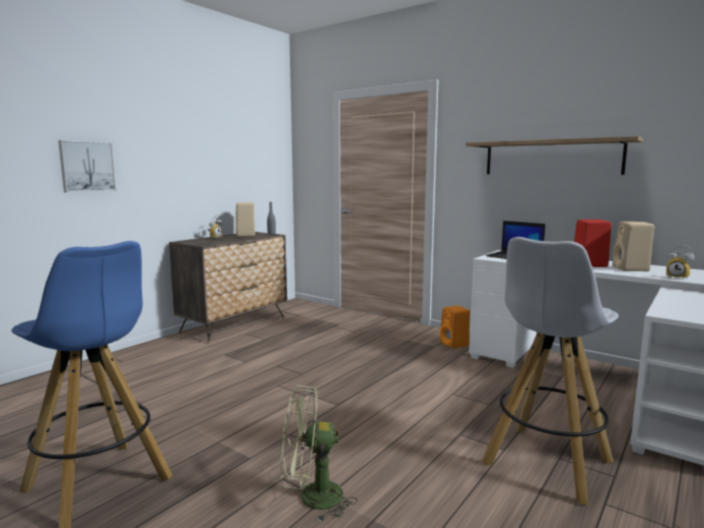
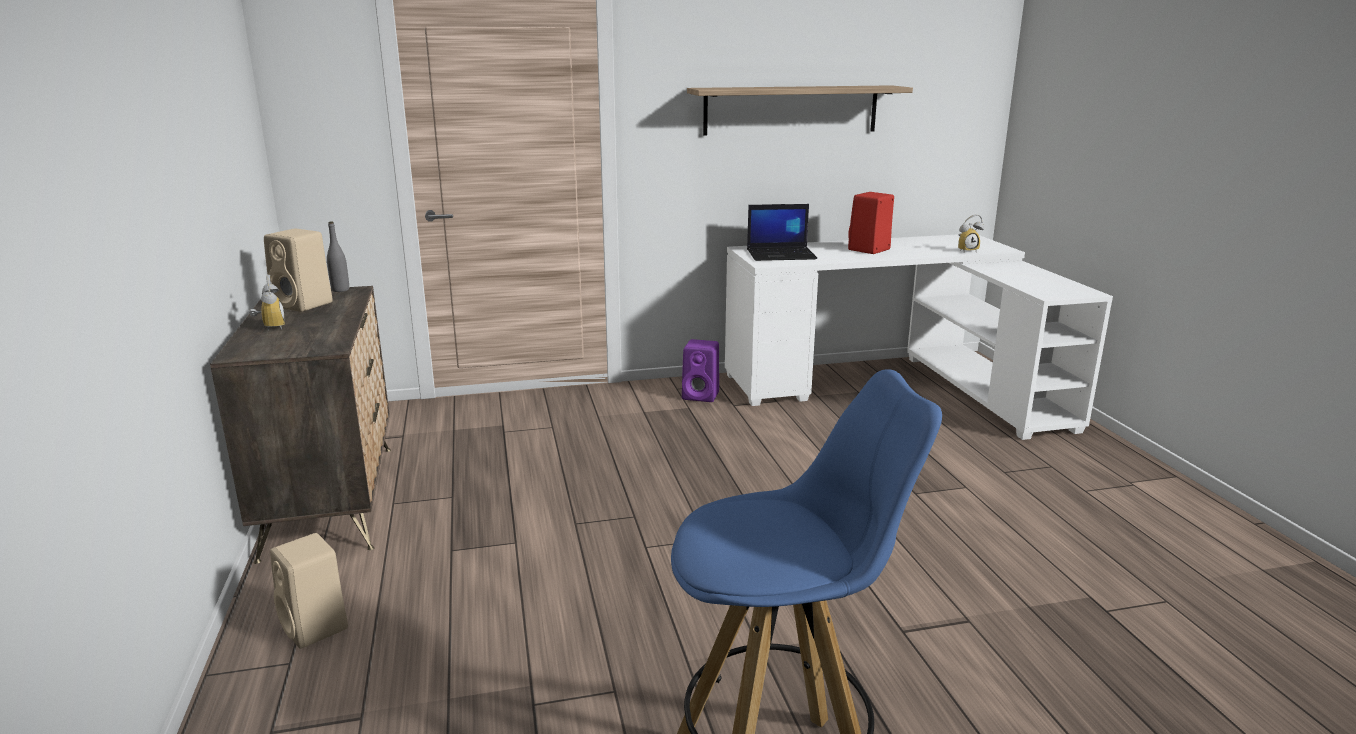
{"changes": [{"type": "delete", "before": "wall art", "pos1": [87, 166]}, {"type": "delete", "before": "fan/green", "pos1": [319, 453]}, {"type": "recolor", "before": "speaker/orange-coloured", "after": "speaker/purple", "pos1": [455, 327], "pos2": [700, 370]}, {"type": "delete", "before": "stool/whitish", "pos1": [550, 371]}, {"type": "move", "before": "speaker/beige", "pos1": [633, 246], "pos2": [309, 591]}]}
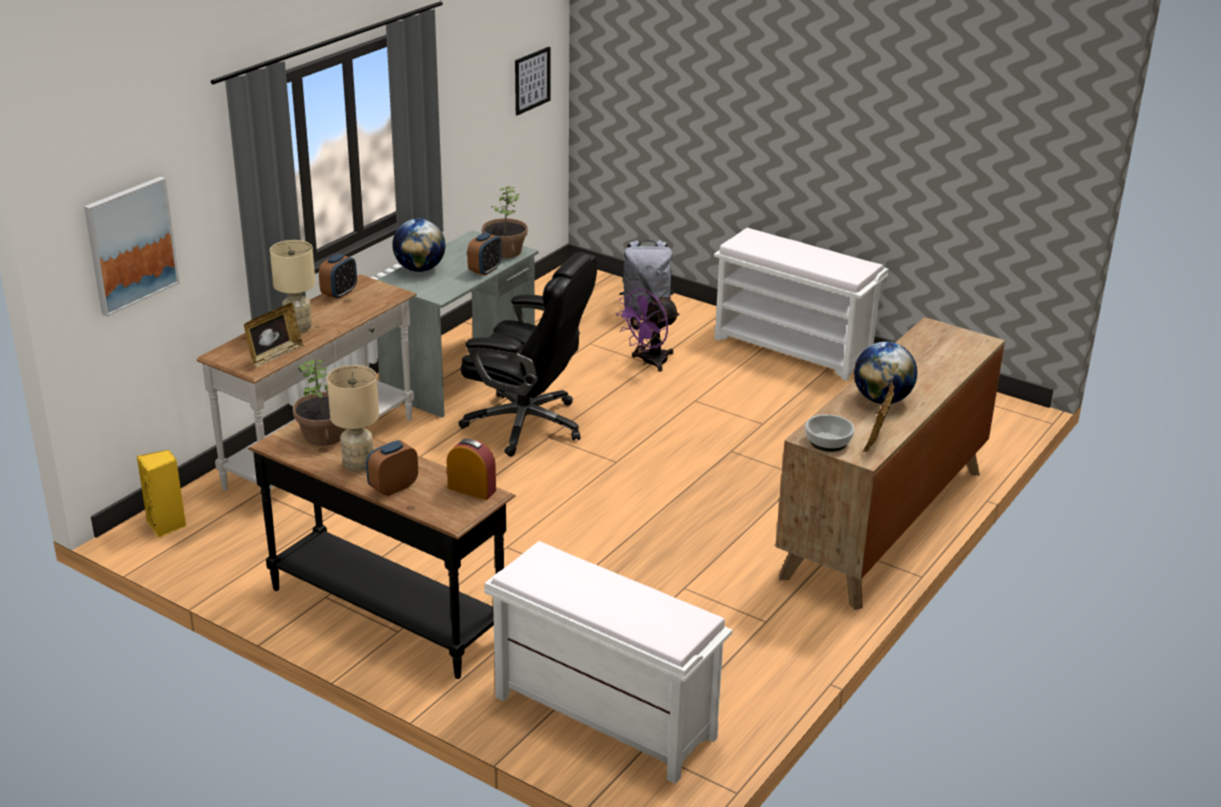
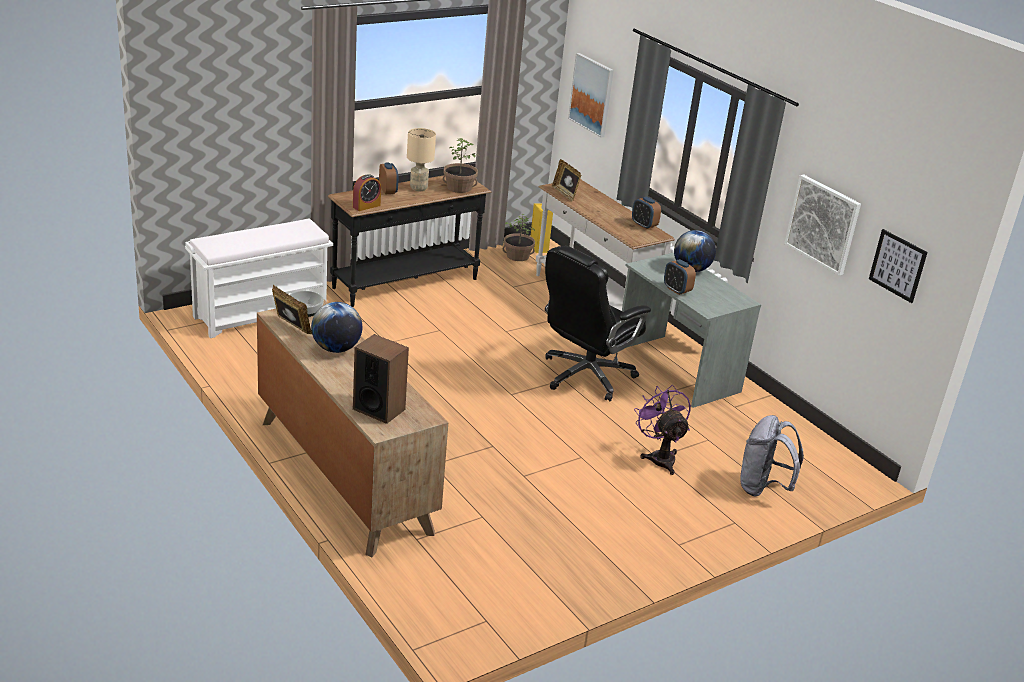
{"changes": [{"type": "delete", "before": "table lamp/beige", "pos1": [292, 286]}, {"type": "move", "before": "potted plant", "pos1": [505, 222], "pos2": [519, 237]}, {"type": "delete", "before": "indoor bench/whitish", "pos1": [801, 304]}, {"type": "insert", "after": "speaker", "pos2": [381, 379]}, {"type": "insert", "after": "wall art", "pos2": [822, 225]}]}
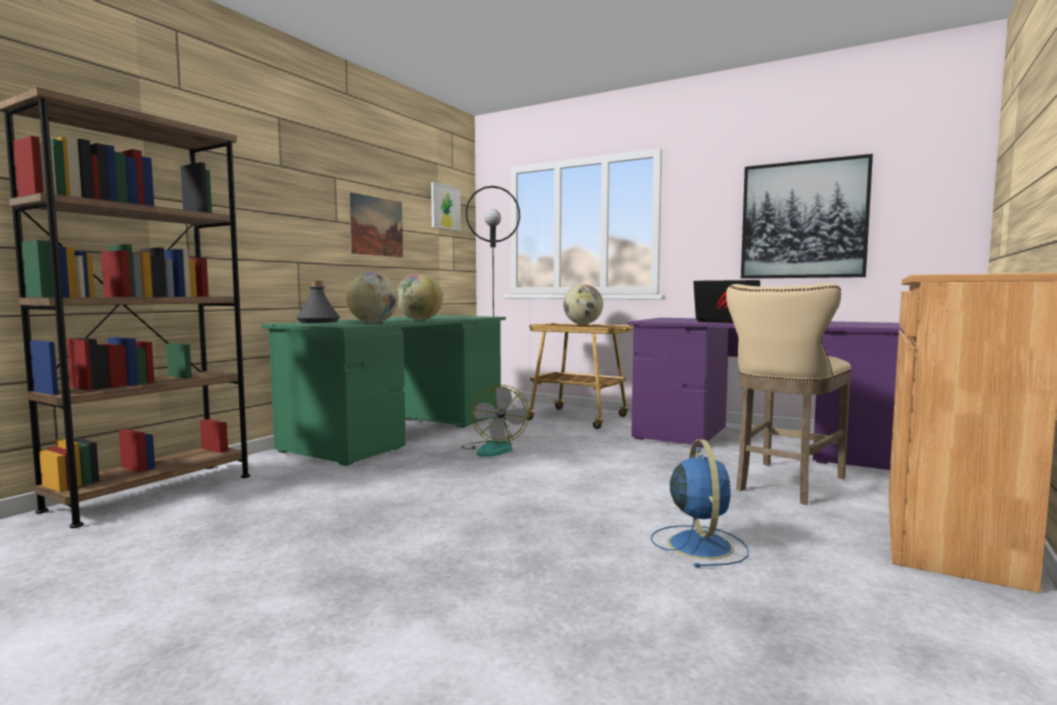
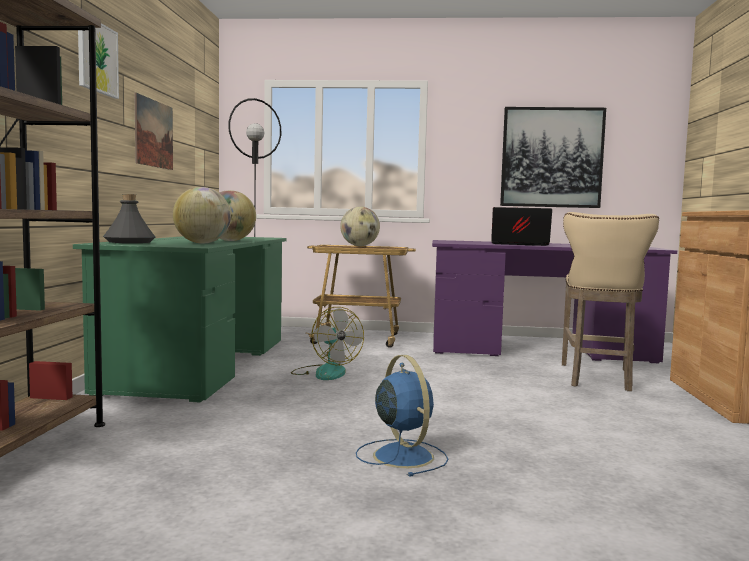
{"changes": [{"type": "move", "before": "wall art", "pos1": [445, 206], "pos2": [98, 61]}, {"type": "move", "before": "fan/blue-coloured", "pos1": [700, 503], "pos2": [402, 415]}]}
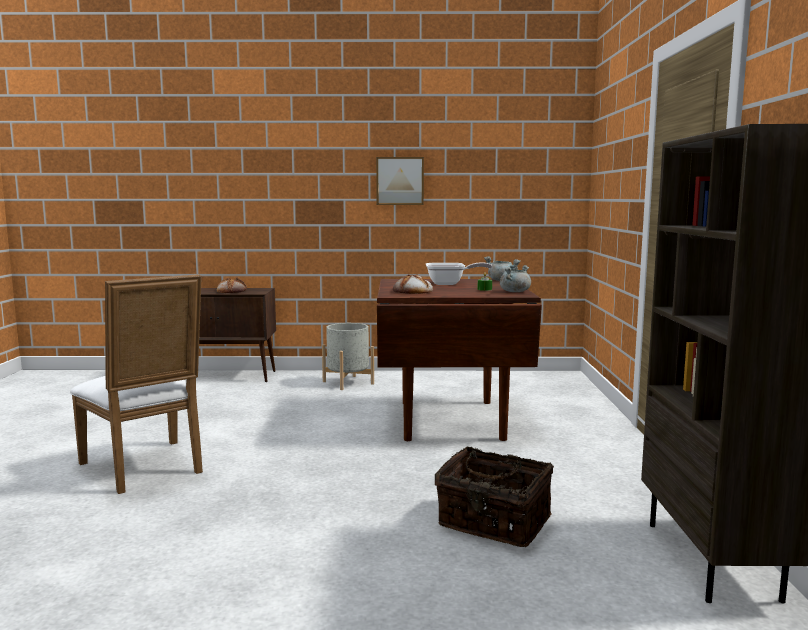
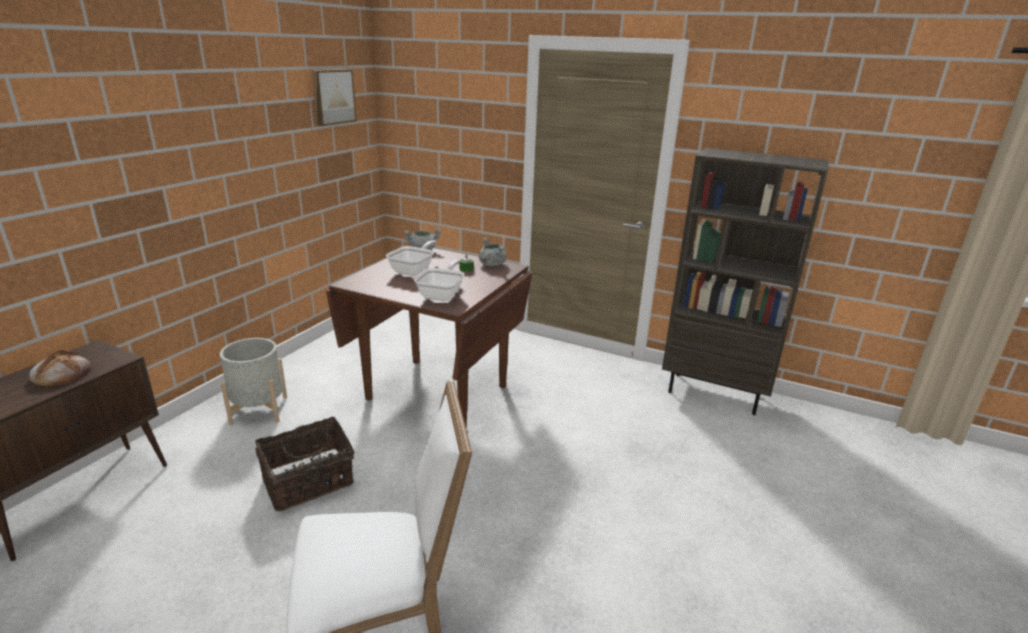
{"changes": [{"type": "move", "before": "wall art", "pos1": [400, 181], "pos2": [334, 97]}, {"type": "replace", "before": "baked bread", "after": "skillet", "pos1": [413, 284], "pos2": [439, 280]}, {"type": "move", "before": "household basket", "pos1": [494, 496], "pos2": [304, 464]}]}
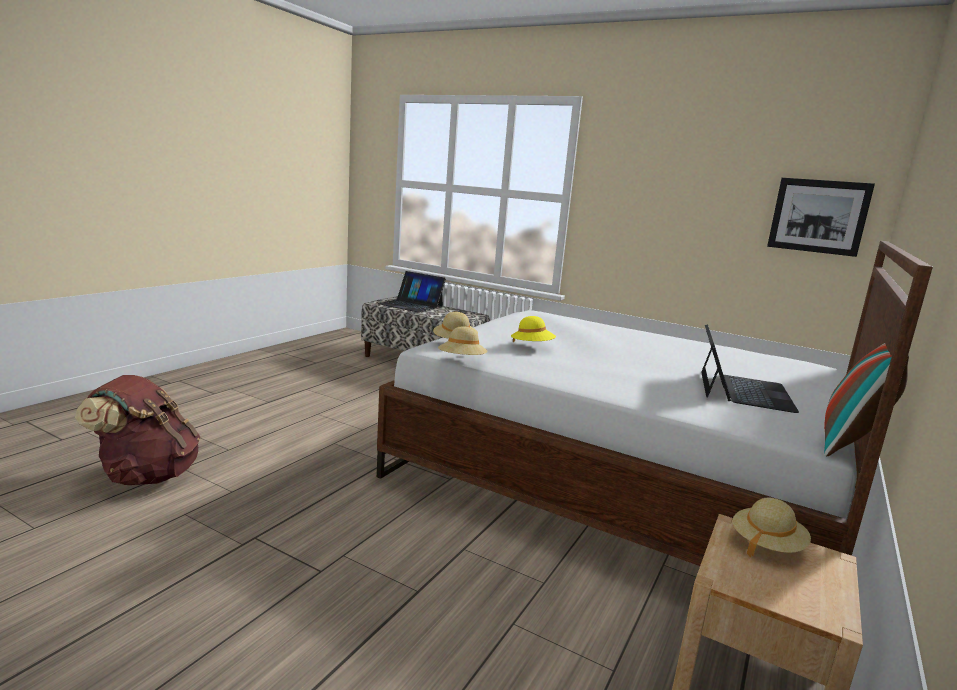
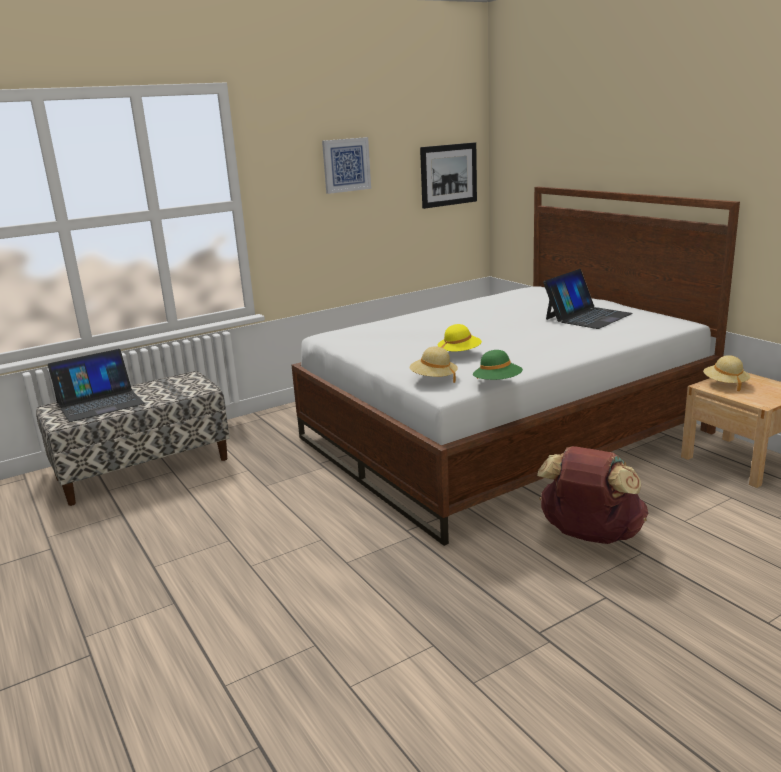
{"changes": [{"type": "move", "before": "backpack/brown", "pos1": [137, 430], "pos2": [593, 495]}, {"type": "recolor", "before": "hat/beige", "after": "hat/green", "pos1": [463, 340], "pos2": [498, 365]}, {"type": "rotate", "before": "portable computer", "pos1": [750, 368], "pos2": [588, 299], "turn": 90}, {"type": "delete", "before": "pillow", "pos1": [866, 400]}, {"type": "insert", "after": "wall art", "pos2": [346, 165]}]}
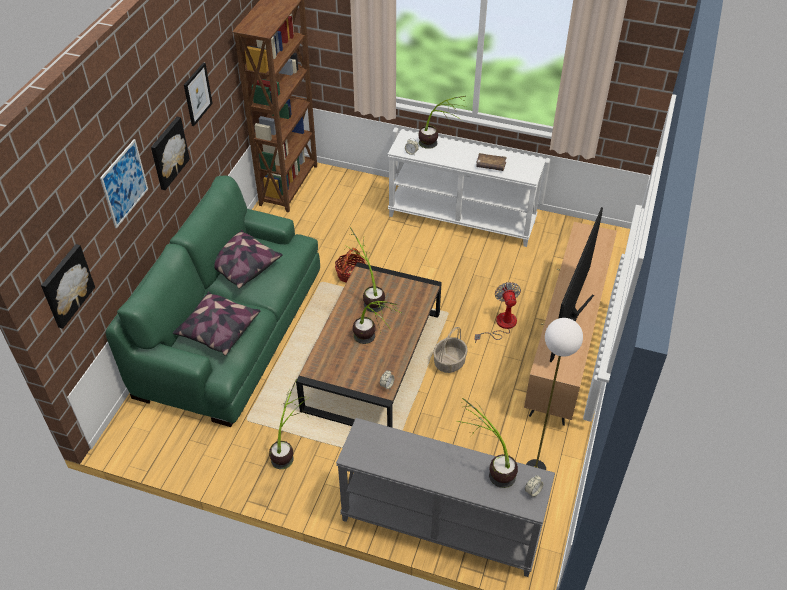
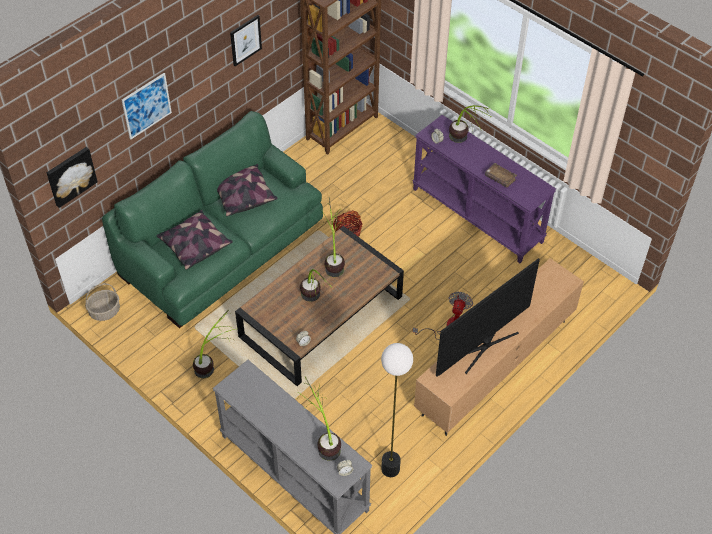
{"changes": [{"type": "delete", "before": "wall art", "pos1": [170, 153]}, {"type": "recolor", "before": "narrow table/whitish", "after": "narrow table/purple", "pos1": [467, 188], "pos2": [484, 189]}, {"type": "move", "before": "household basket", "pos1": [450, 350], "pos2": [102, 302]}]}
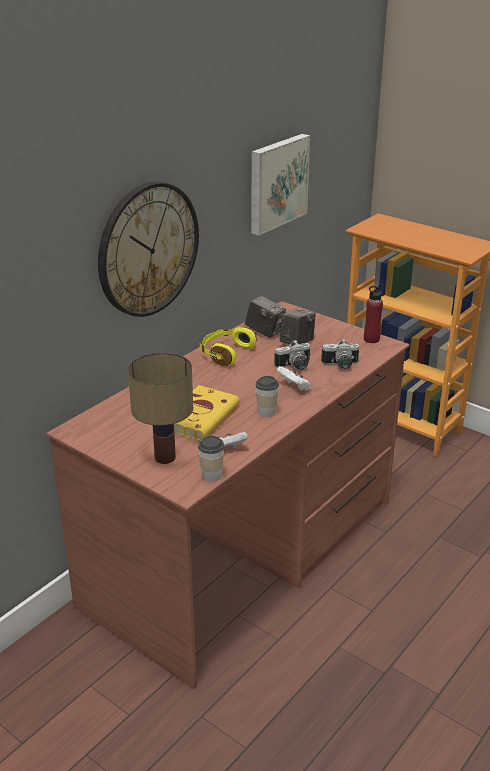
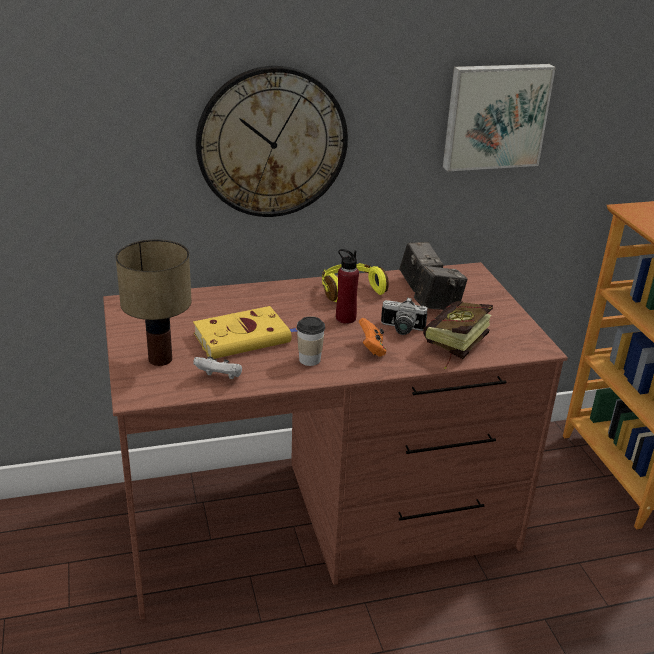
{"changes": [{"type": "delete", "before": "cup", "pos1": [211, 459]}, {"type": "recolor", "before": "joypad/whitish", "after": "joypad/orange-coloured", "pos1": [294, 378], "pos2": [372, 337]}, {"type": "replace", "before": "photo camera", "after": "bound book", "pos1": [340, 354], "pos2": [458, 335]}, {"type": "move", "before": "beverage bottle/red", "pos1": [373, 313], "pos2": [347, 286]}]}
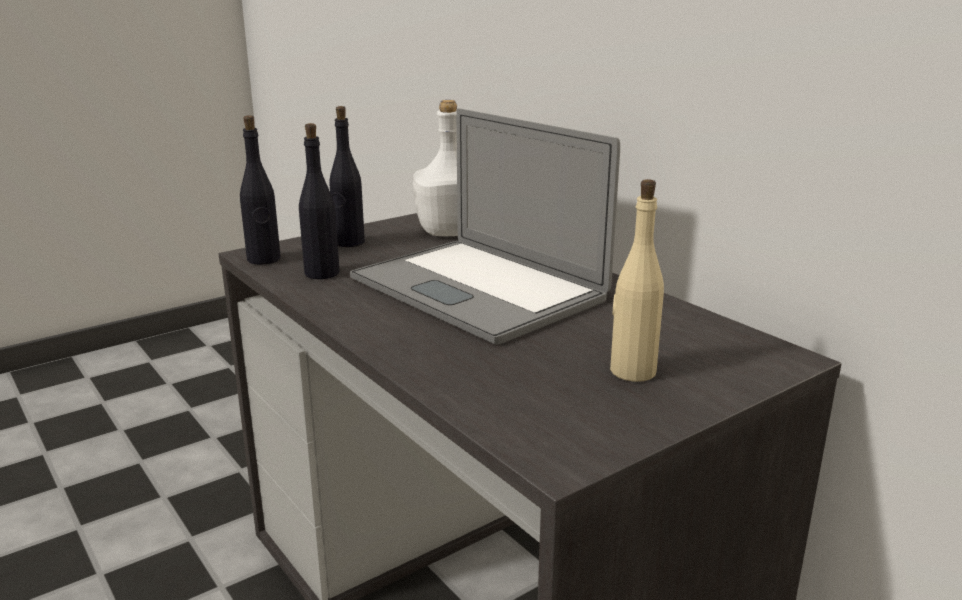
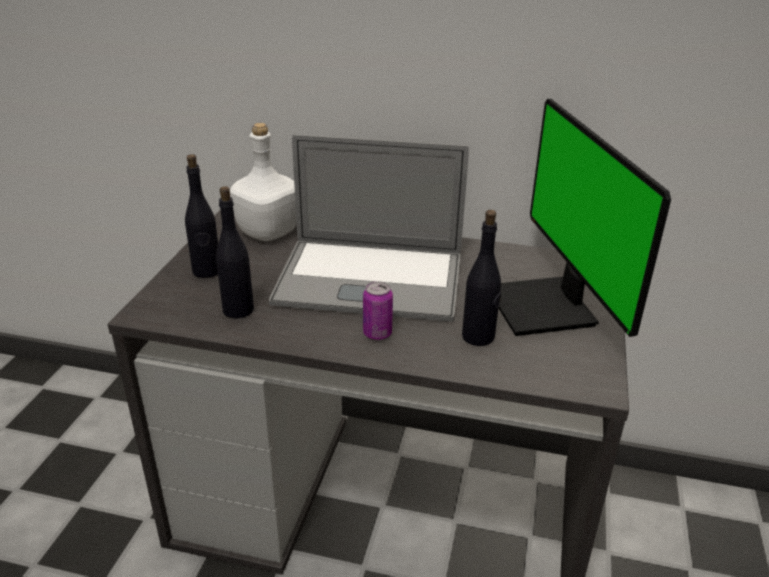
{"changes": [{"type": "move", "before": "beverage bottle/black", "pos1": [260, 190], "pos2": [481, 278]}, {"type": "replace", "before": "beverage bottle/beige", "after": "computer display", "pos1": [637, 280], "pos2": [584, 218]}, {"type": "insert", "after": "can", "pos2": [378, 310]}]}
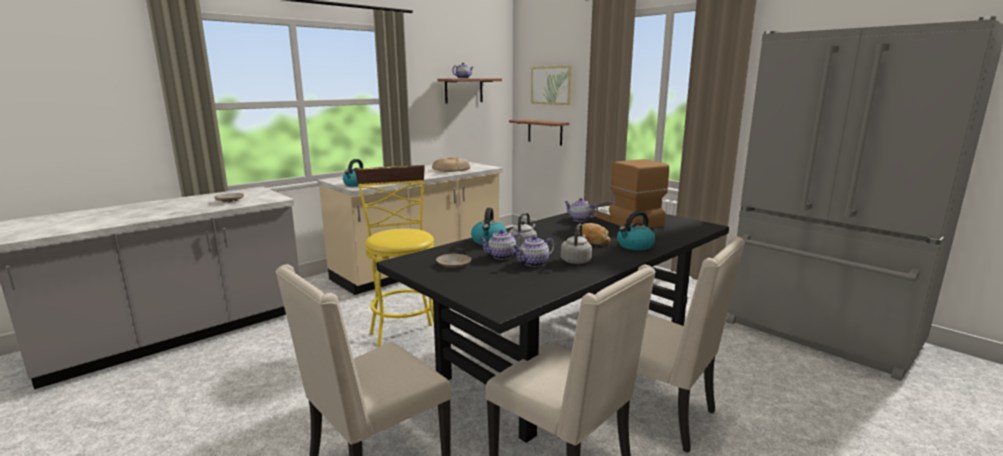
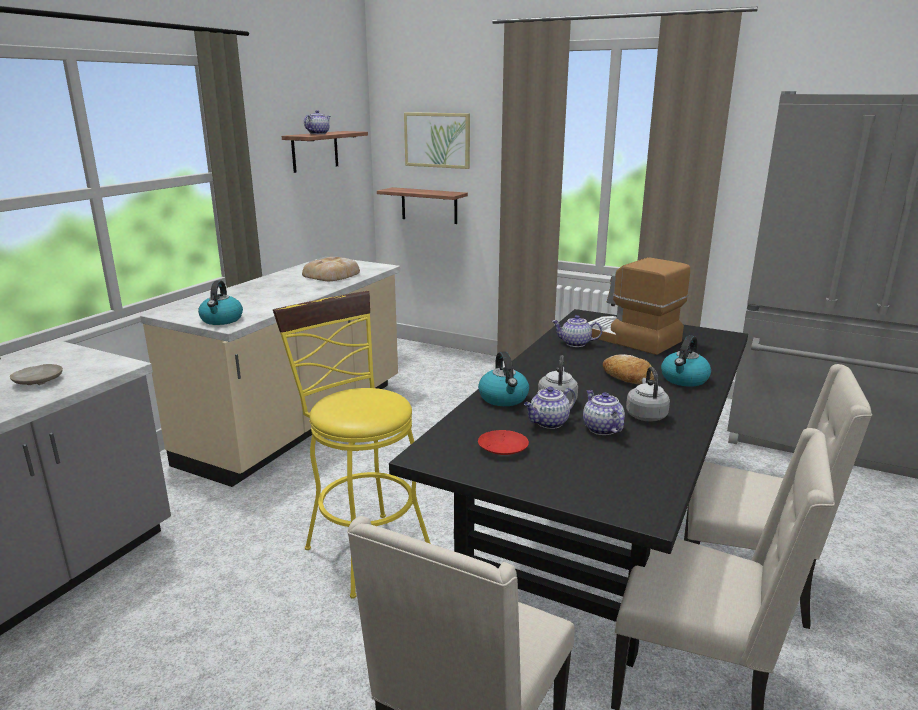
{"changes": [{"type": "recolor", "before": "flat dish/beige", "after": "flat dish/red", "pos1": [453, 260], "pos2": [503, 442]}, {"type": "rotate", "before": "tea pot", "pos1": [534, 251], "pos2": [604, 412], "turn": 120}]}
